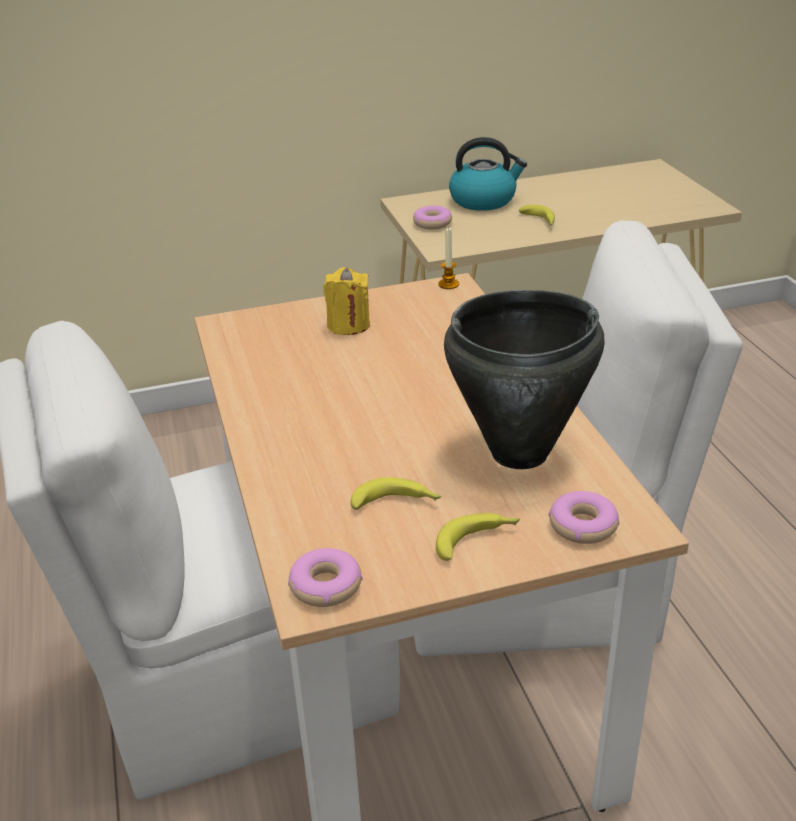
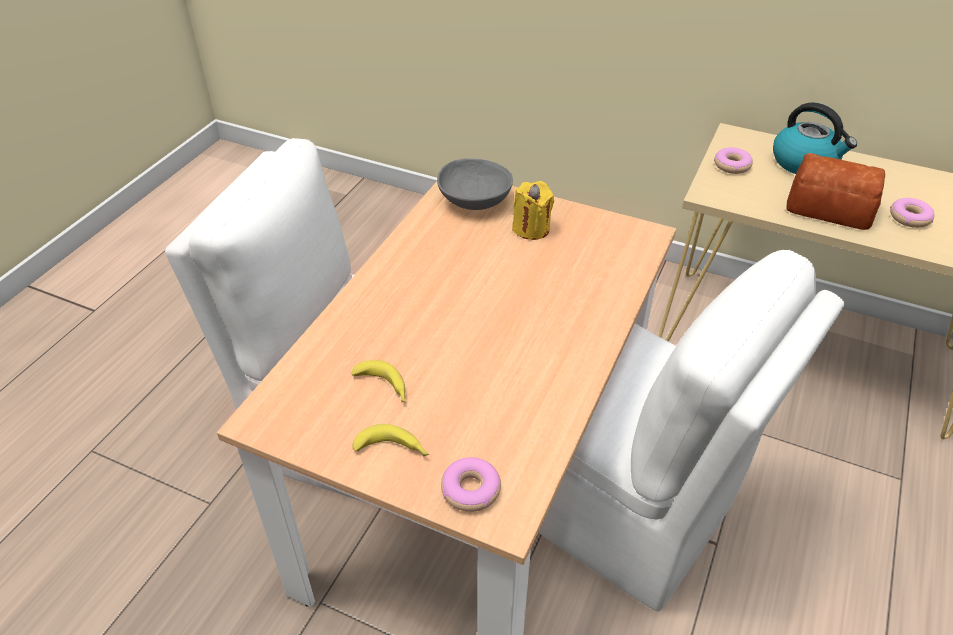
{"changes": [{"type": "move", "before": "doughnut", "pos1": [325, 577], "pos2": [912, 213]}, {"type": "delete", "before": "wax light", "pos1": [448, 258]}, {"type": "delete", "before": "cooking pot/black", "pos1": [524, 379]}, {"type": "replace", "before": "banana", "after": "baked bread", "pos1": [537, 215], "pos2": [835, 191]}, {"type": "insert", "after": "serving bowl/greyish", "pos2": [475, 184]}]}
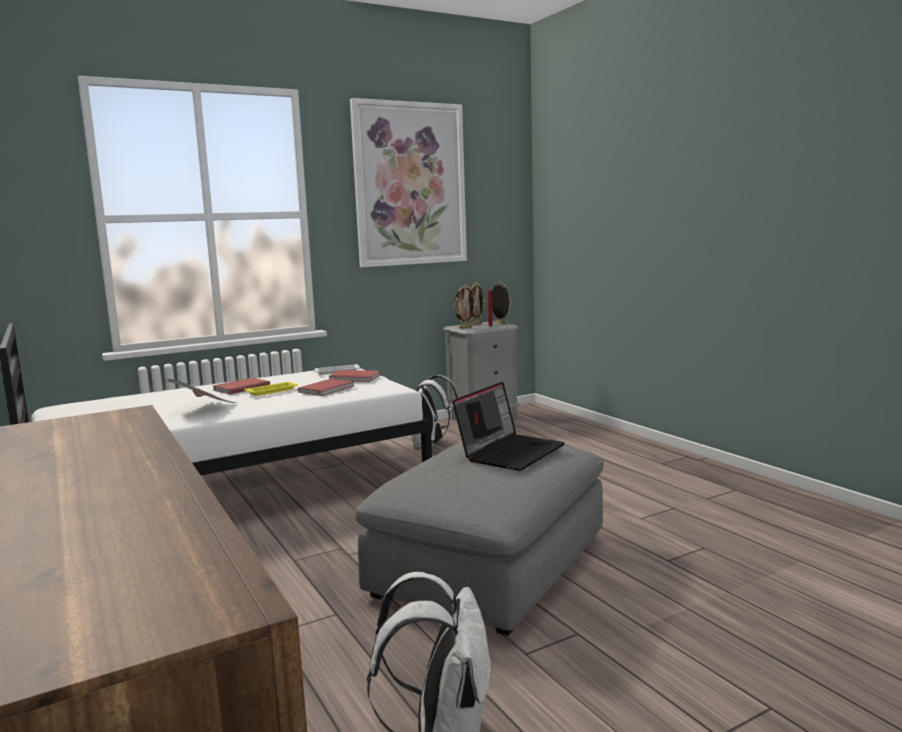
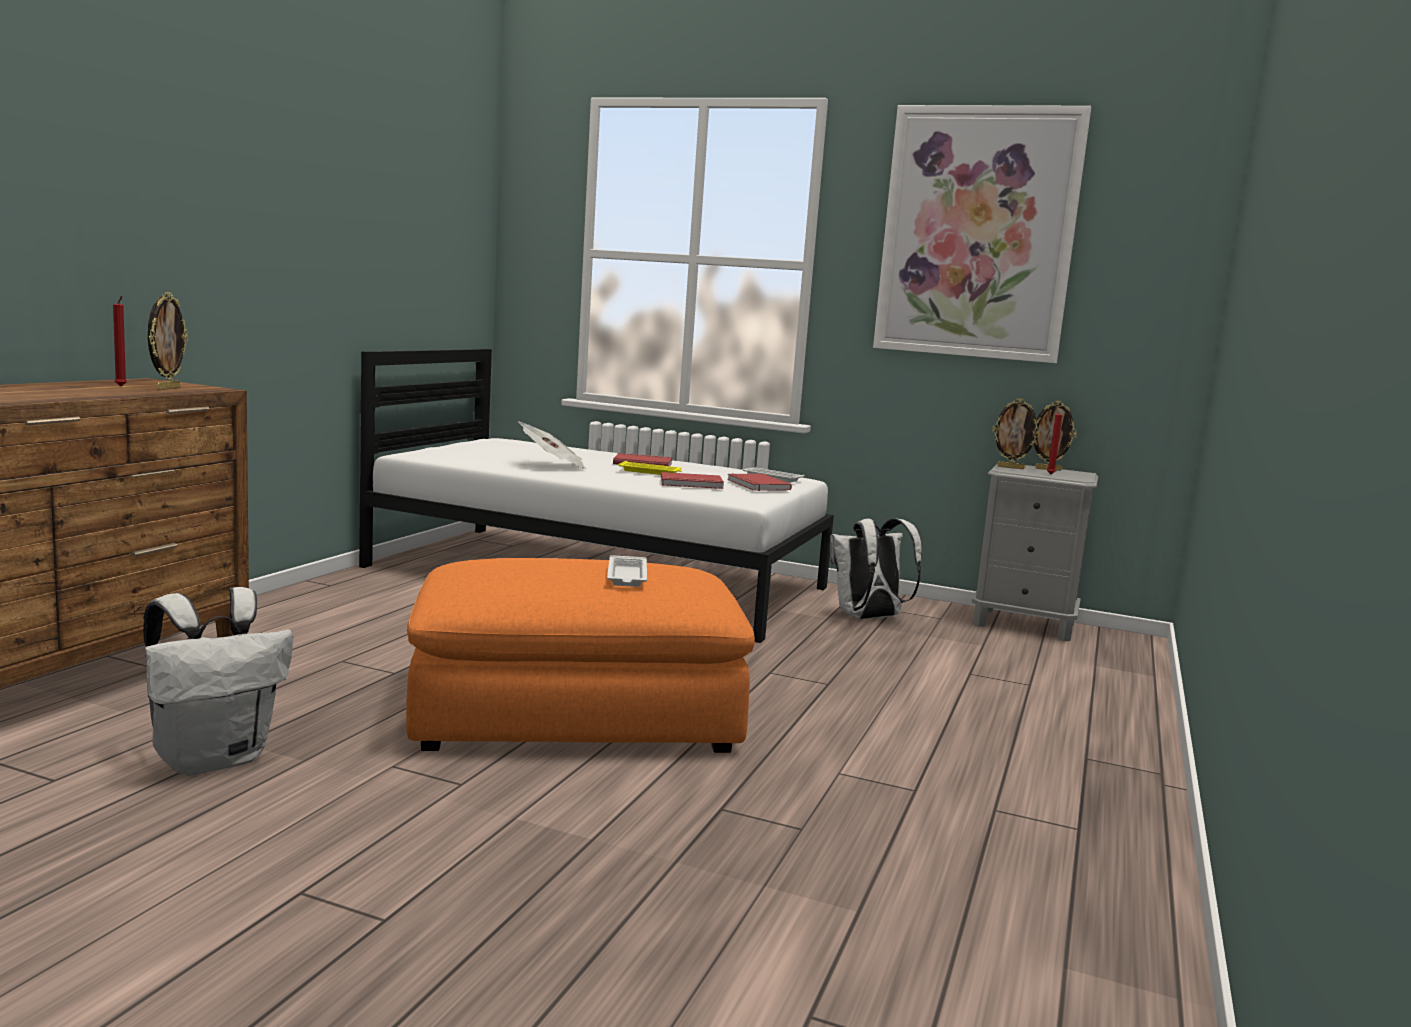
{"changes": [{"type": "recolor", "before": "ottoman/greyish", "after": "ottoman/orange-coloured", "pos1": [479, 539], "pos2": [580, 655]}, {"type": "replace", "before": "portable computer", "after": "tray/whitish", "pos1": [508, 426], "pos2": [627, 571]}, {"type": "move", "before": "photo frame", "pos1": [501, 303], "pos2": [168, 341]}, {"type": "insert", "after": "wax light/red", "pos2": [120, 341]}]}
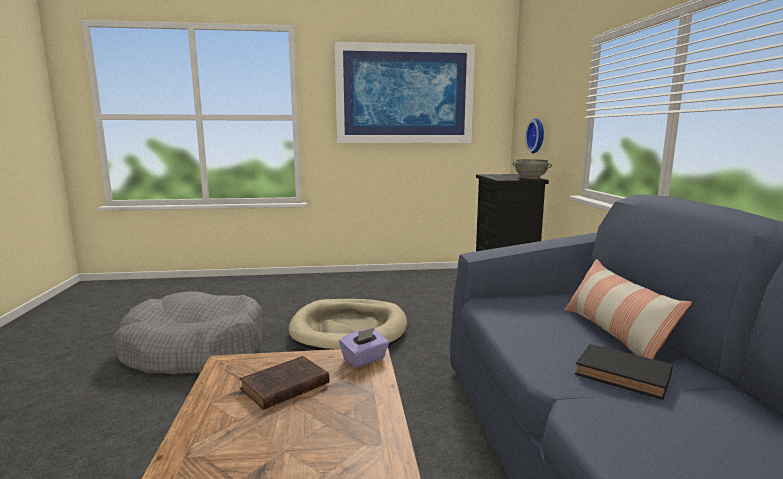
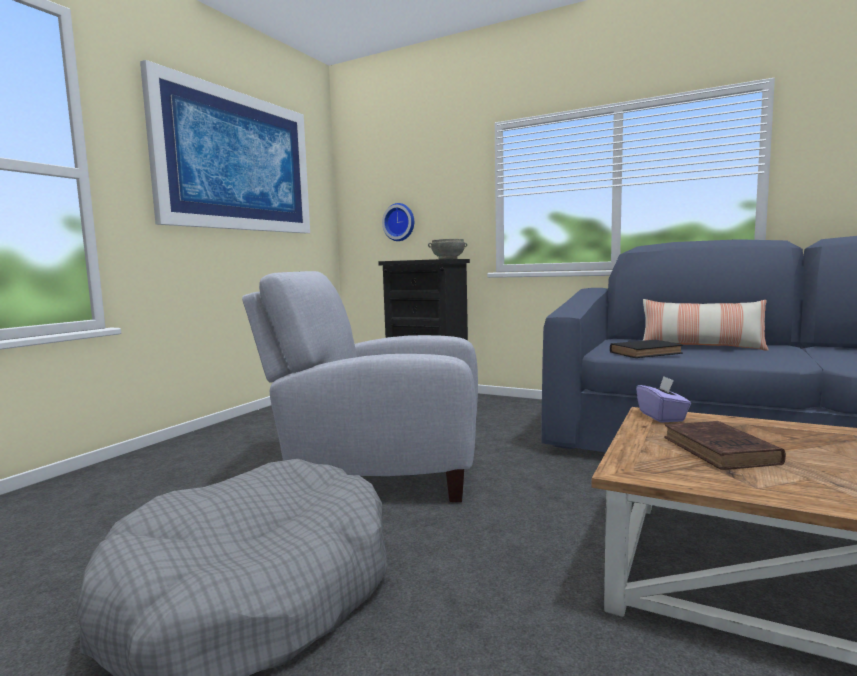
{"changes": [{"type": "replace", "before": "dog cushion/beige", "after": "lounge chair/greyish", "pos1": [347, 324], "pos2": [360, 386]}, {"type": "move", "before": "bound book/black", "pos1": [624, 372], "pos2": [646, 349]}]}
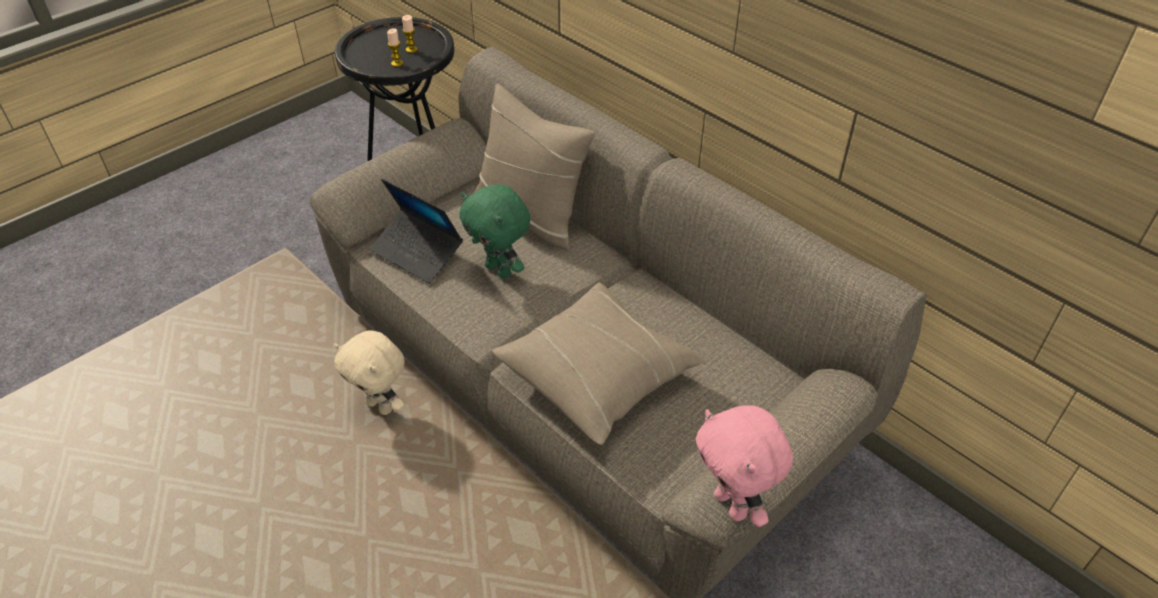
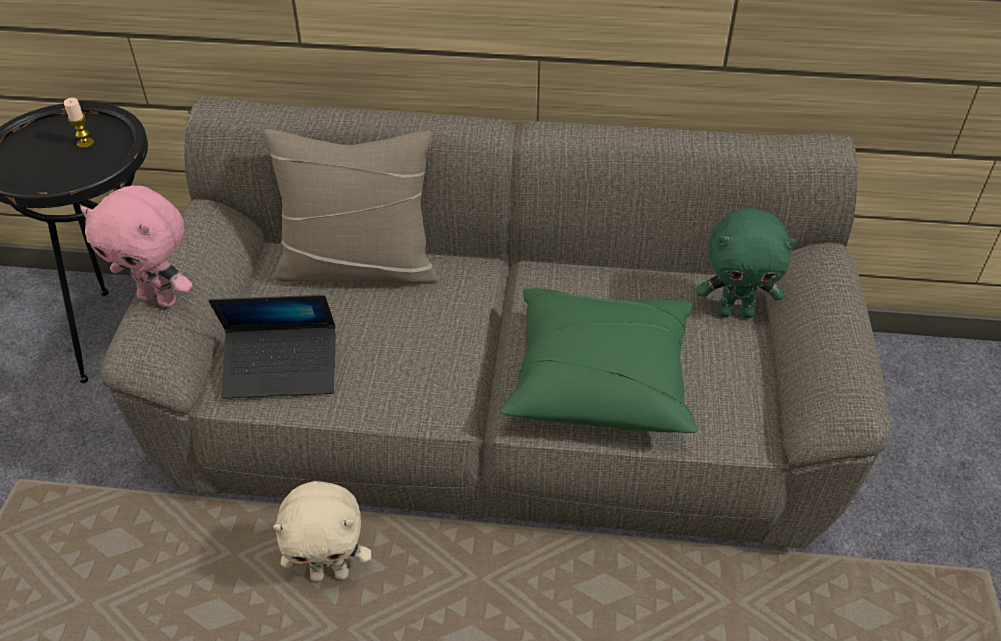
{"changes": [{"type": "delete", "before": "wax light", "pos1": [395, 47]}, {"type": "move", "before": "cuddly toy/green", "pos1": [494, 231], "pos2": [746, 263]}, {"type": "recolor", "before": "pillow/beige", "after": "pillow/green", "pos1": [598, 364], "pos2": [599, 360]}, {"type": "move", "before": "cuddly toy/pinkish", "pos1": [744, 466], "pos2": [136, 246]}]}
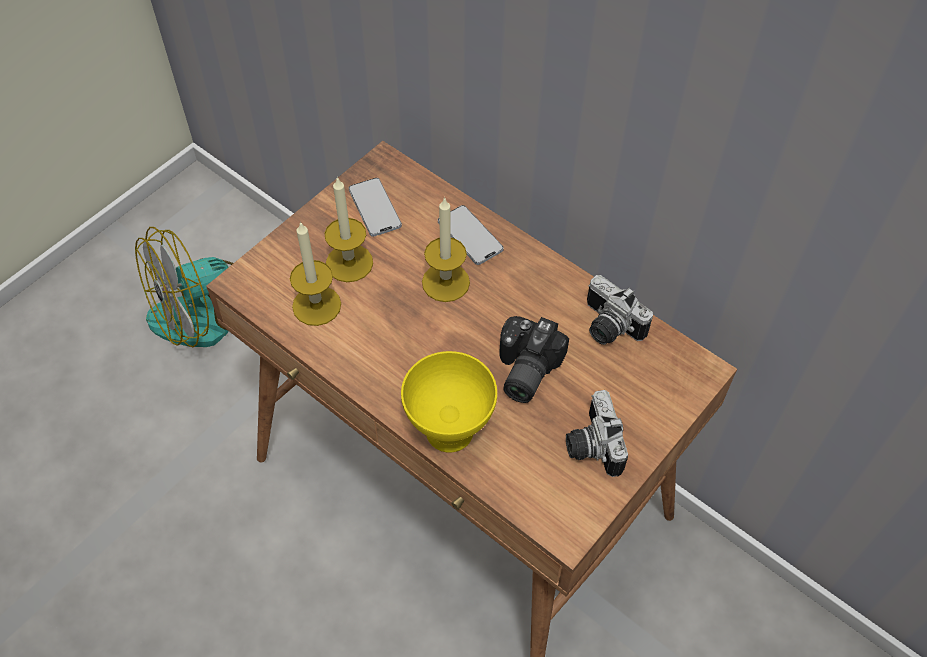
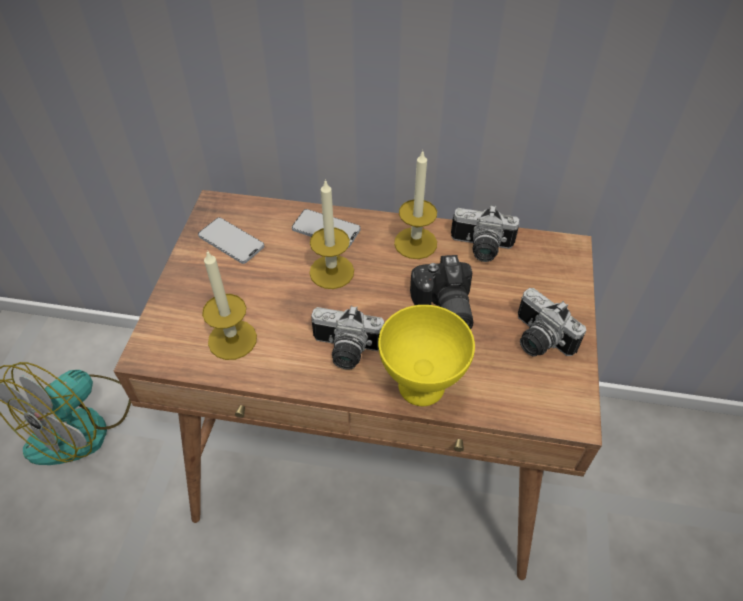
{"changes": [{"type": "move", "before": "wax light", "pos1": [349, 229], "pos2": [415, 204]}, {"type": "insert", "after": "photo camera", "pos2": [347, 337]}]}
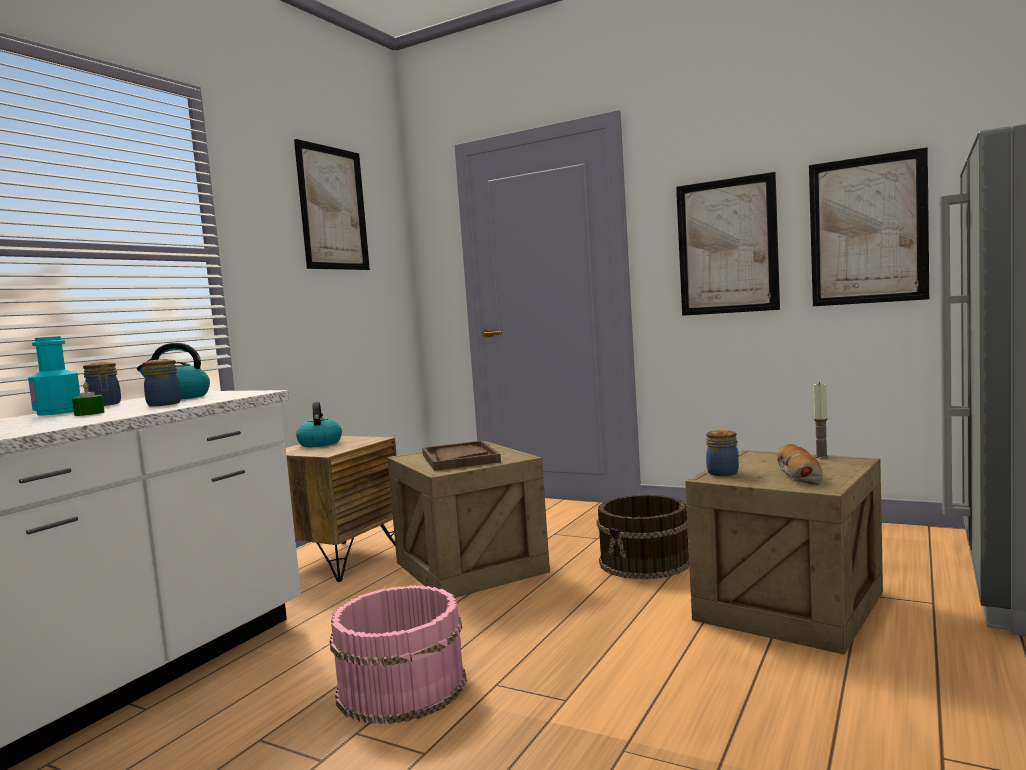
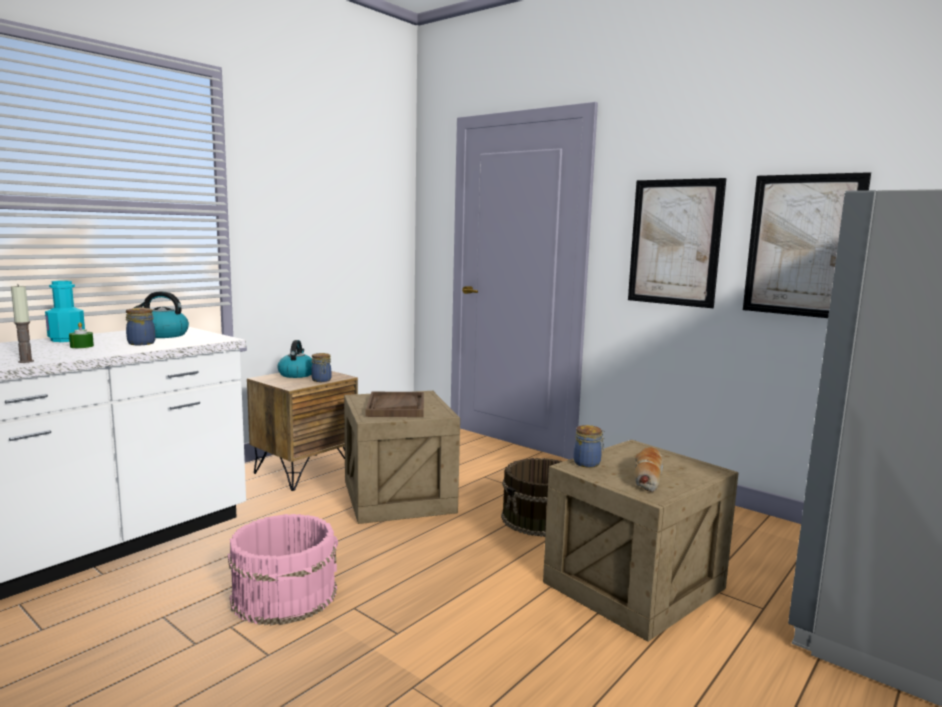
{"changes": [{"type": "move", "before": "storage jar", "pos1": [102, 384], "pos2": [321, 367]}, {"type": "delete", "before": "wall art", "pos1": [332, 204]}, {"type": "move", "before": "wax light", "pos1": [821, 420], "pos2": [22, 323]}]}
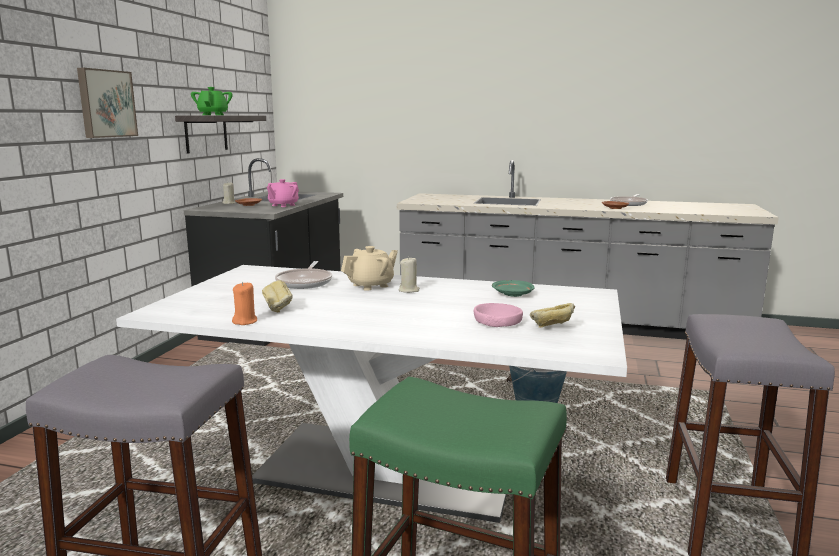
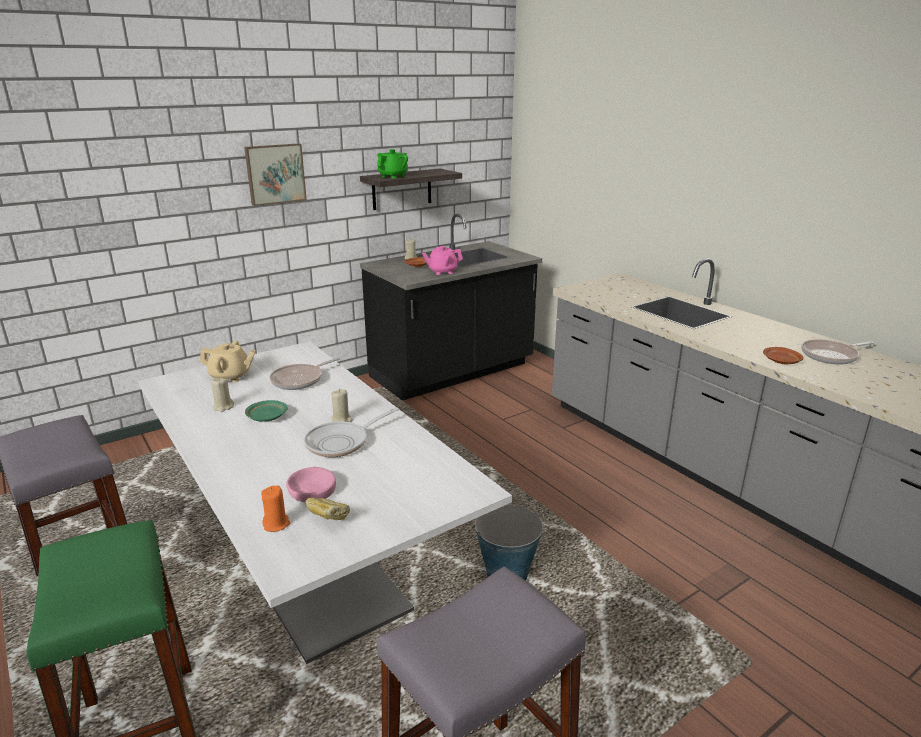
{"changes": [{"type": "move", "before": "wax light/orange-coloured", "pos1": [244, 303], "pos2": [275, 509]}, {"type": "replace", "before": "baked bread", "after": "wax light/beige", "pos1": [277, 296], "pos2": [222, 394]}, {"type": "move", "before": "tea pot/beige", "pos1": [369, 268], "pos2": [228, 362]}, {"type": "move", "before": "flat dish/green", "pos1": [513, 288], "pos2": [266, 411]}, {"type": "insert", "after": "skillet", "pos2": [351, 432]}]}
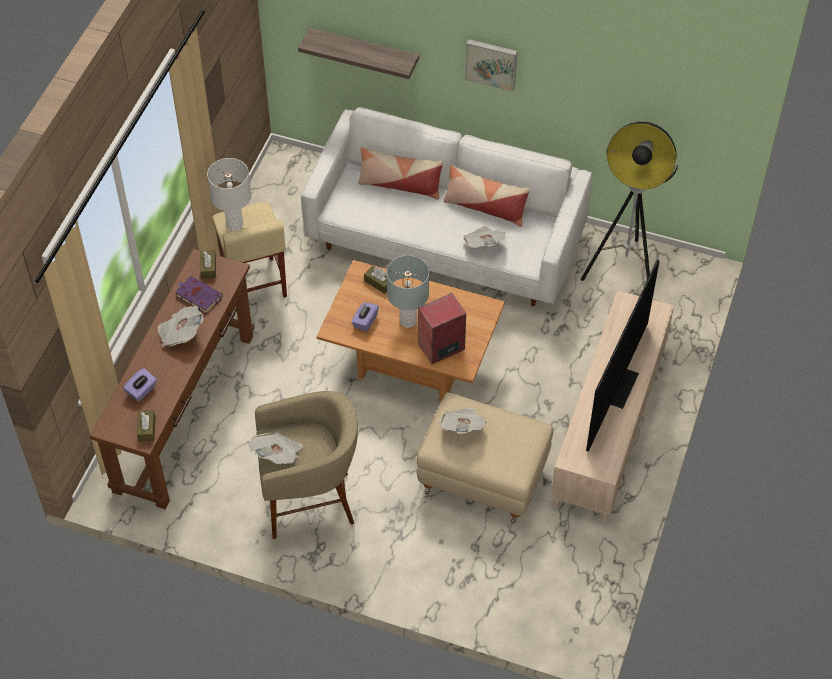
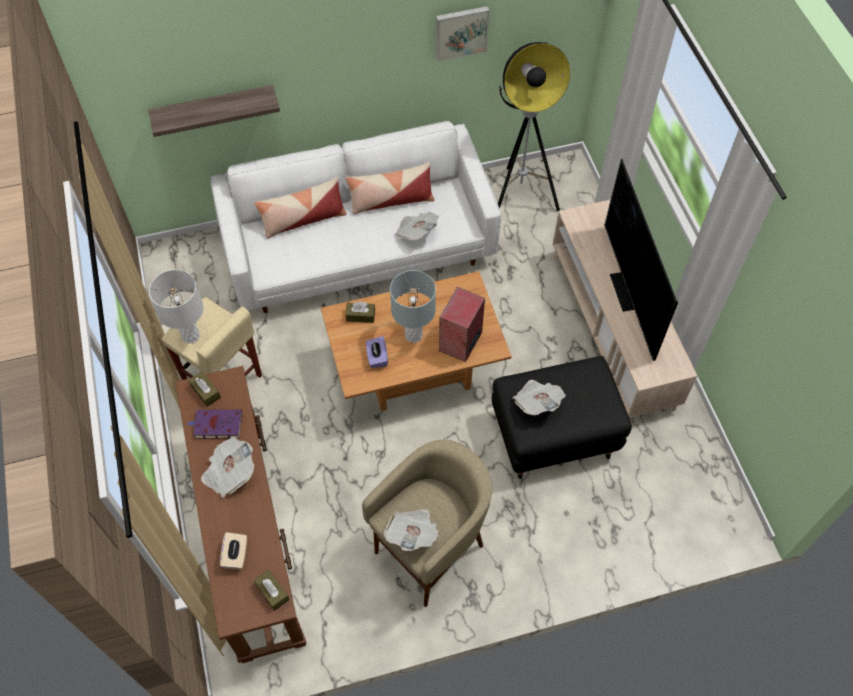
{"changes": [{"type": "recolor", "before": "box of tissues/purple", "after": "box of tissues/beige", "pos1": [140, 385], "pos2": [233, 550]}, {"type": "recolor", "before": "ottoman/beige", "after": "ottoman/black", "pos1": [485, 457], "pos2": [562, 417]}, {"type": "move", "before": "wall art", "pos1": [491, 65], "pos2": [462, 34]}]}
